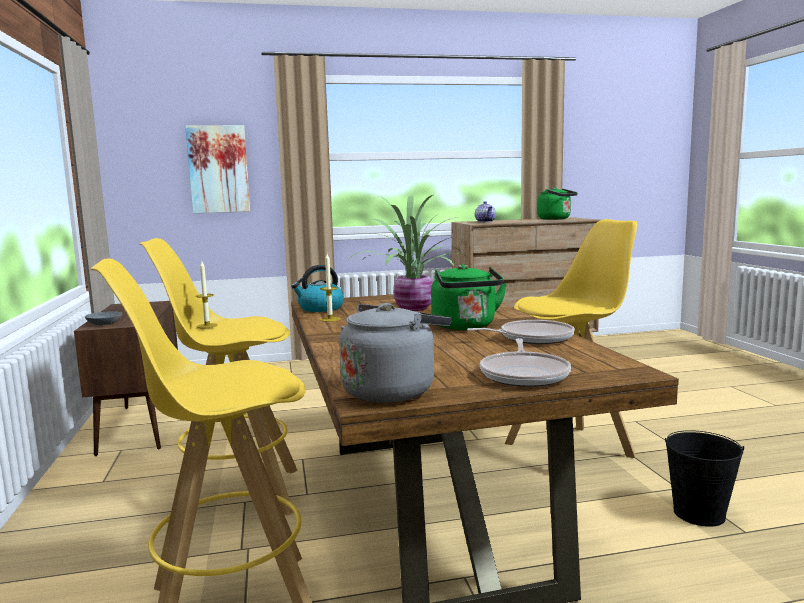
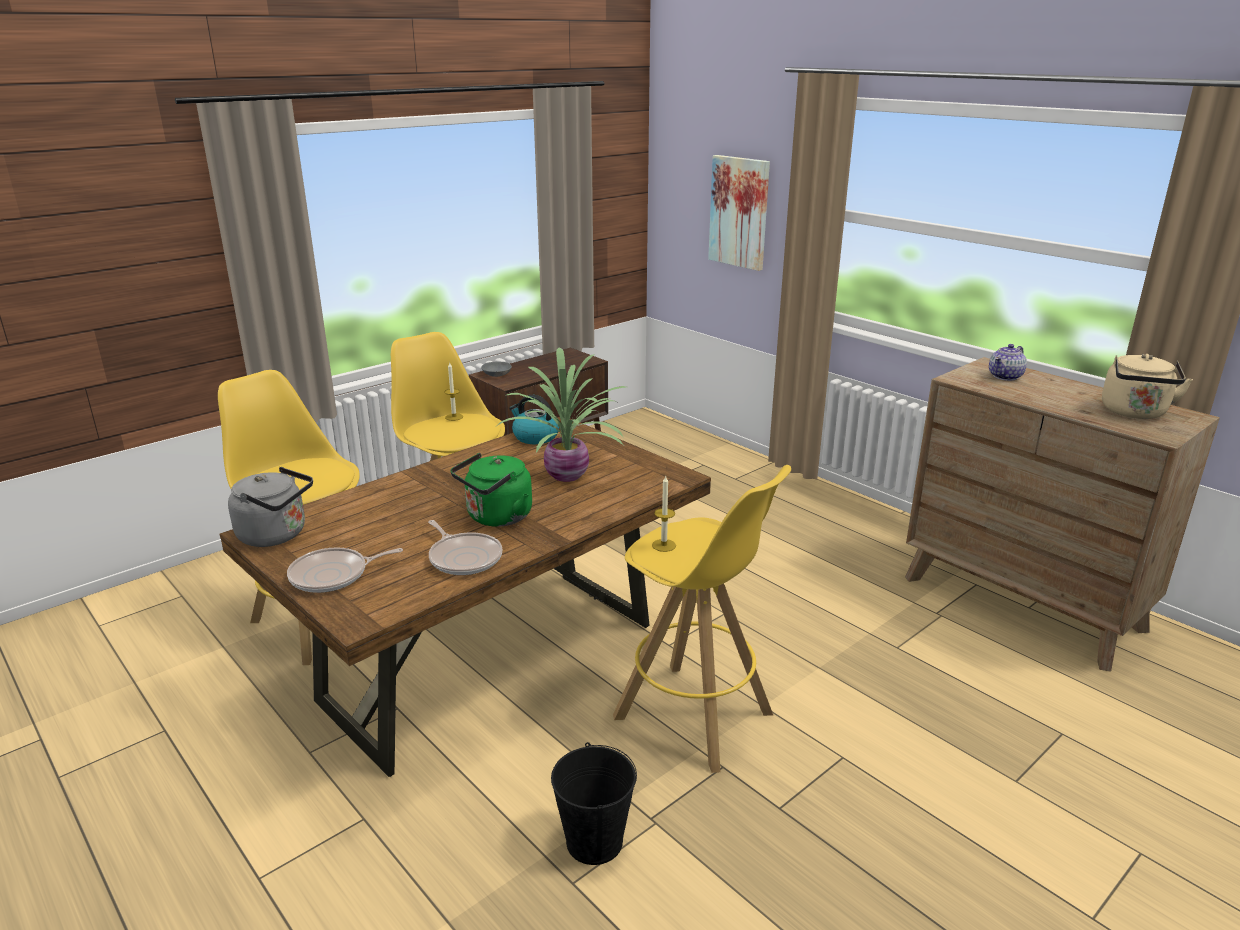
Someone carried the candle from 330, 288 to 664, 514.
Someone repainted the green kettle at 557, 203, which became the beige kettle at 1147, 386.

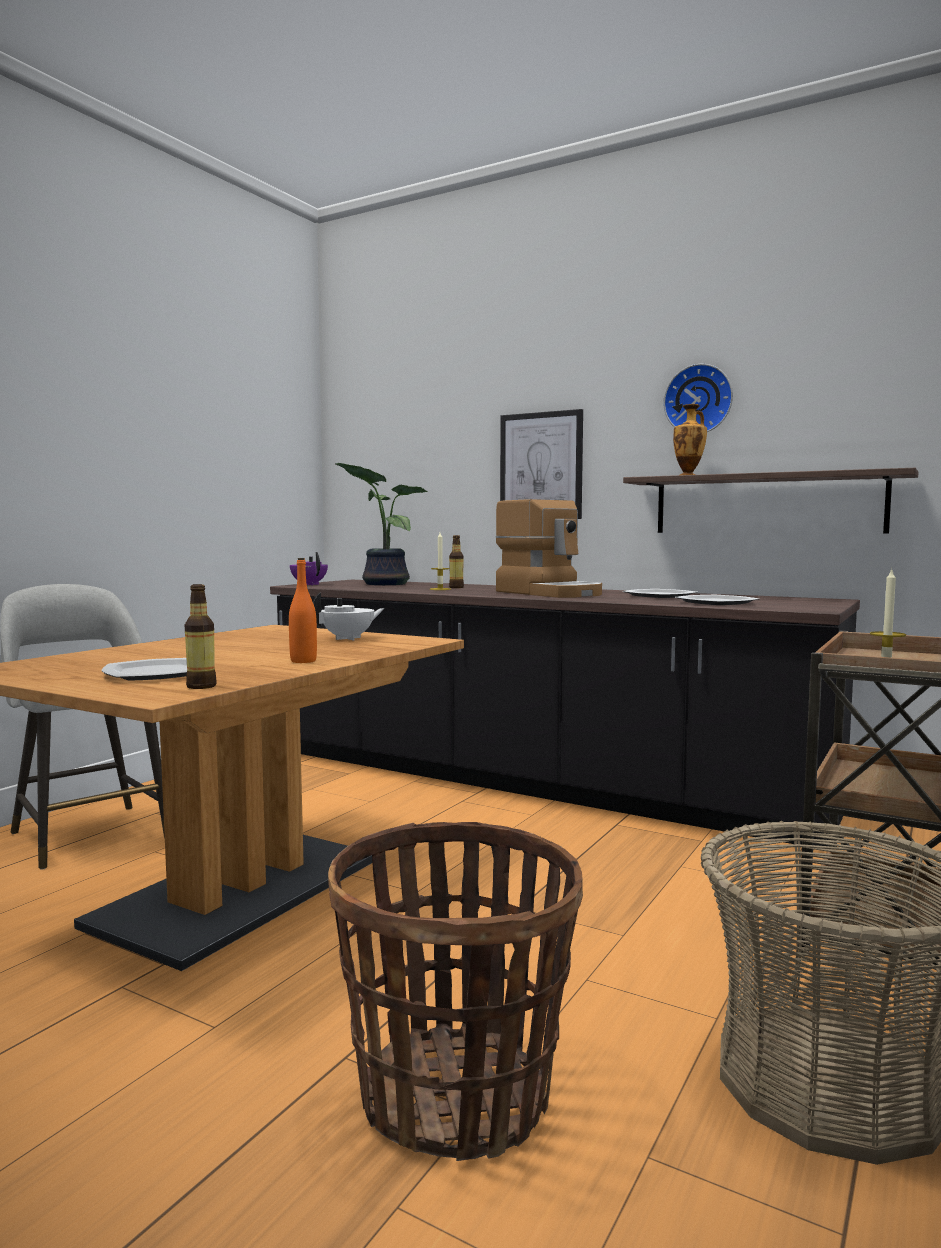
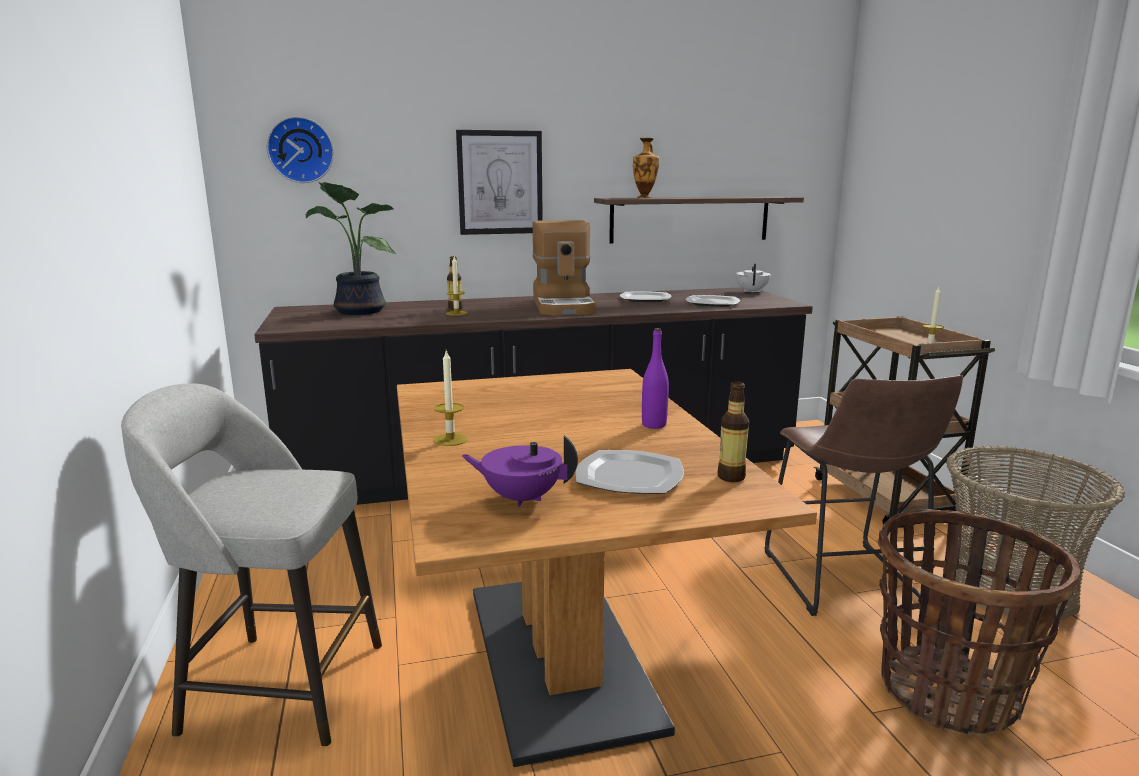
Someone repainted the orange bottle at 303, 610, which became the purple bottle at 655, 378.
Someone carried the purple teapot from 309, 568 to 519, 471.
Someone carried the white teapot from 349, 616 to 753, 278.
Someone rotated the coffee machine at 548, 548 by 75 degrees clockwise.
Someone carried the wall clock from 698, 398 to 300, 149.
Someone put down the candle at 450, 398.
Someone put down the brown stool at 863, 495.

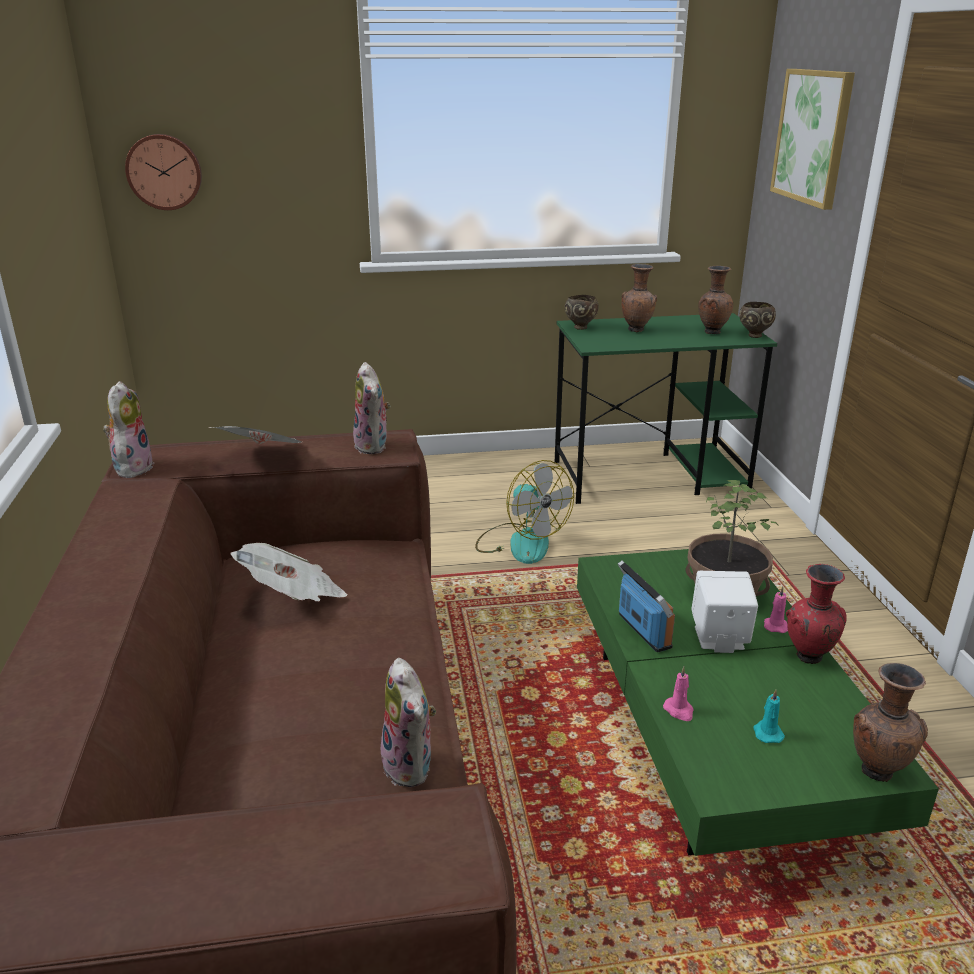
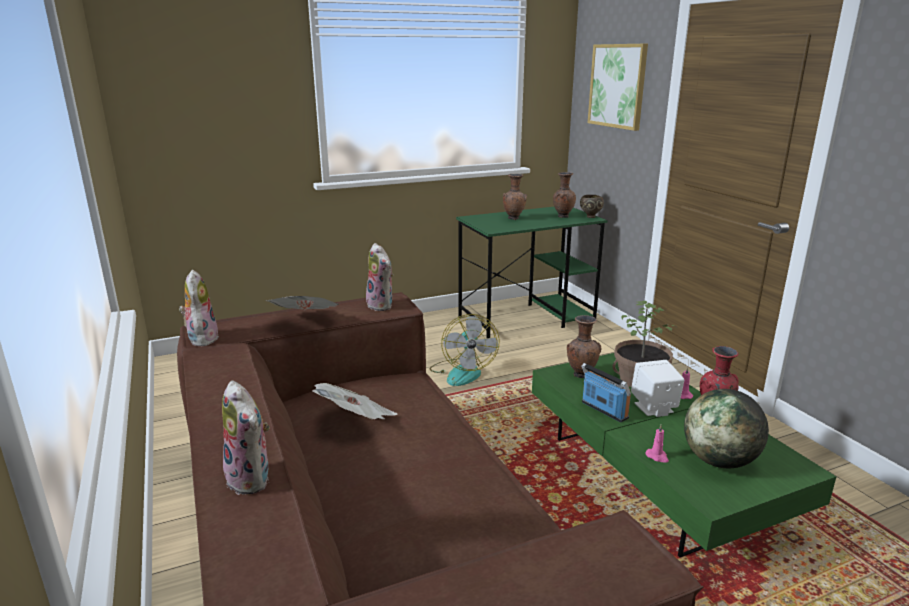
Someone took away the wall clock at 163, 172.
Someone carried the plush toy from 408, 722 to 245, 438.
Someone rotated the fan at 524, 512 by 45 degrees clockwise.
Someone took away the brown bowl at 582, 312.
Someone swapped the turquoise candle at 769, 716 for the globe at 726, 428.
Someone carried the brown vase from 890, 722 to 584, 346.

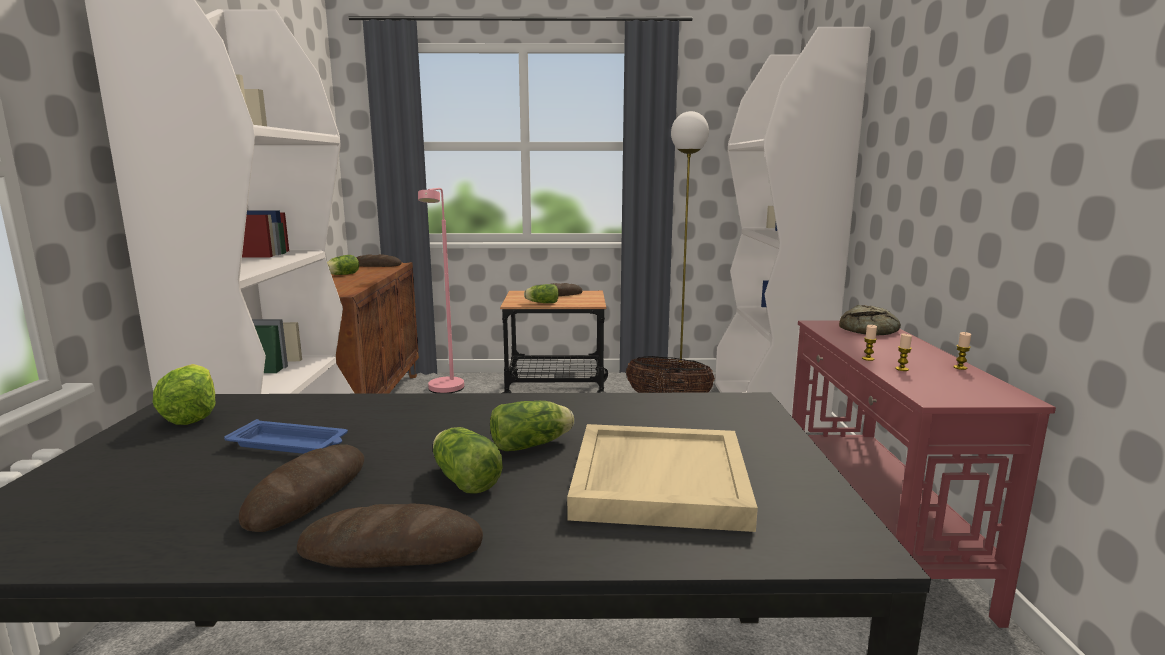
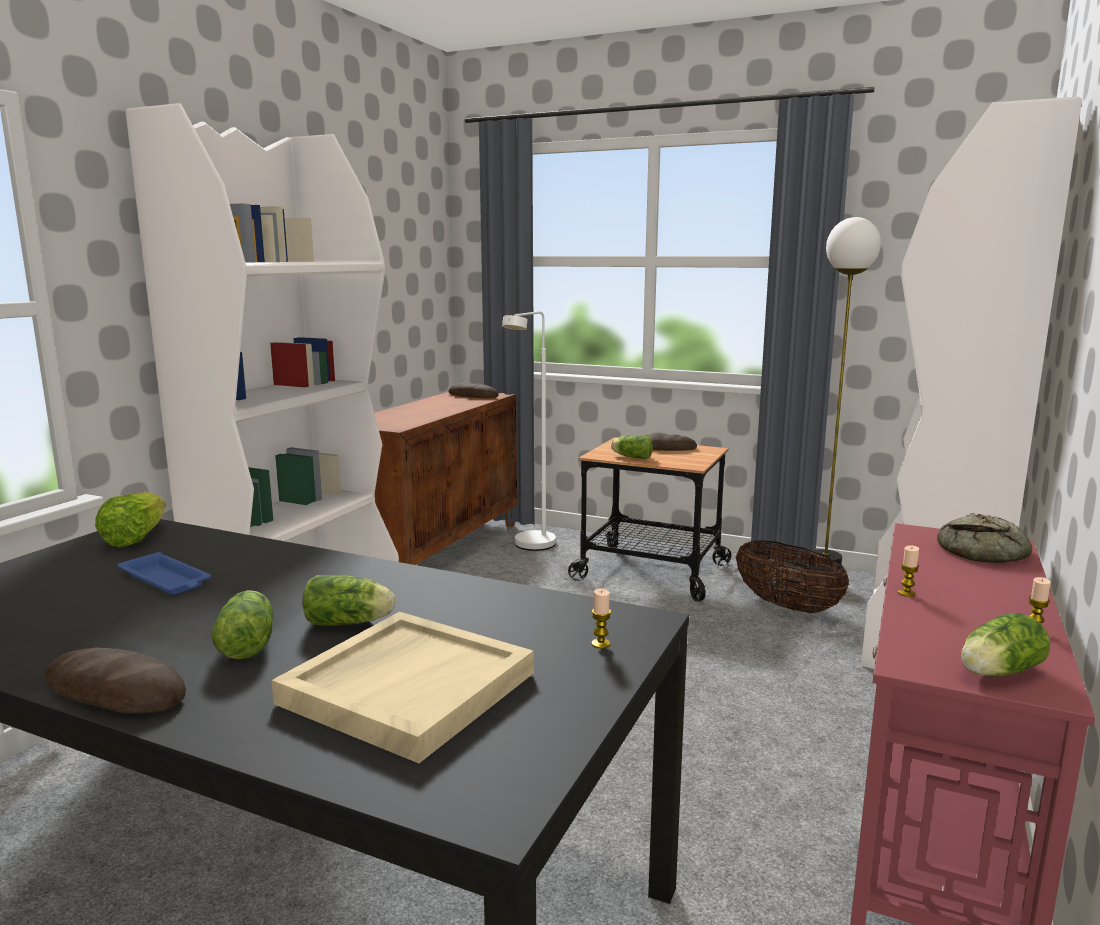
Someone took away the bread at 301, 488.
Someone carried the lettuce from 343, 265 to 1005, 645.
Someone repainted the pink floor lamp at 441, 290, which became the white floor lamp at 529, 431.
Someone carried the candle from 903, 352 to 601, 618.

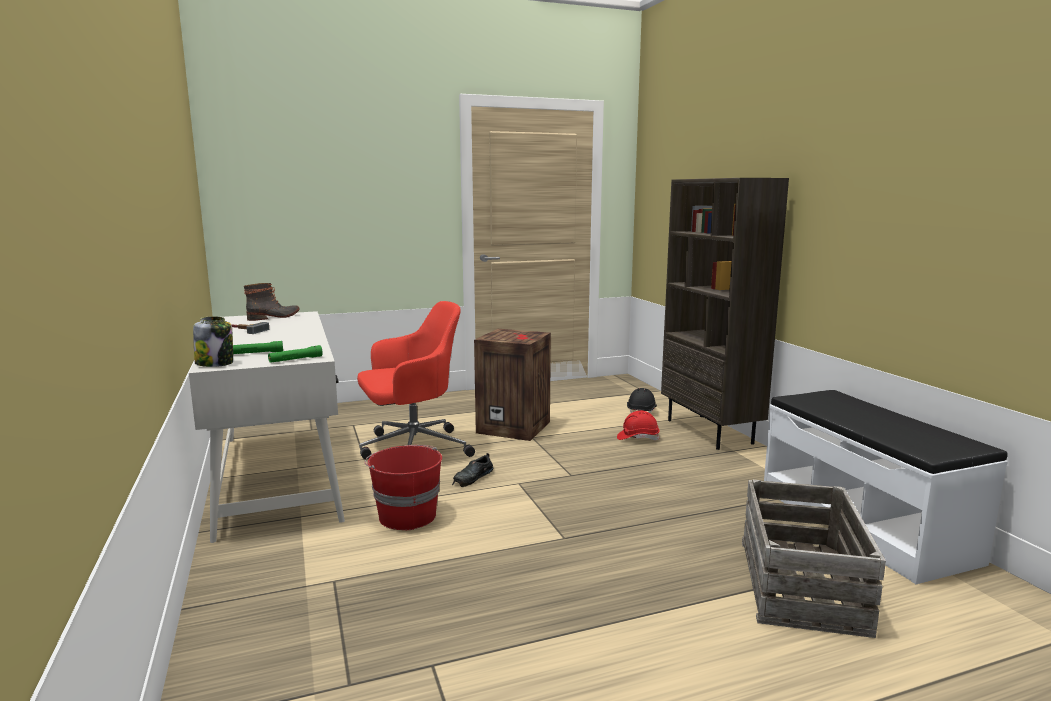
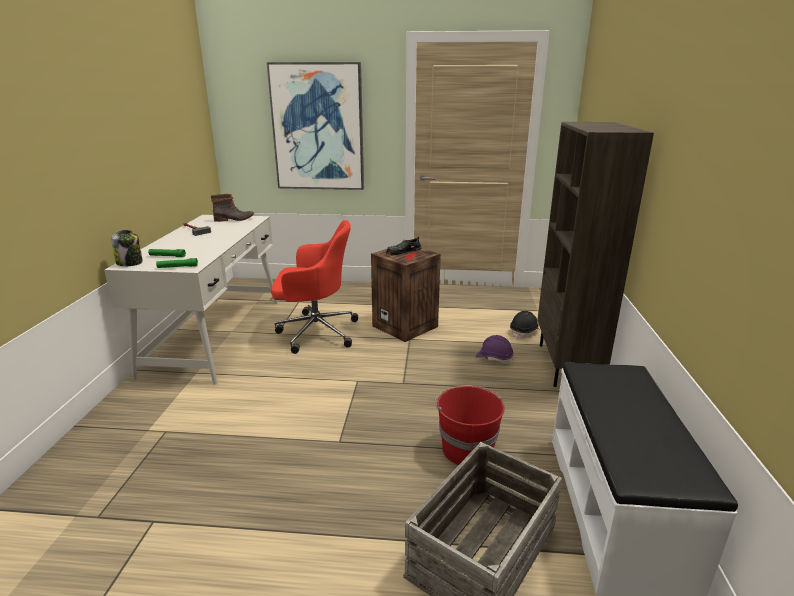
Someone carried the red bucket from 403, 487 to 470, 425.
Someone carried the black shoe from 473, 470 to 404, 245.
Someone repainted the red hard hat at 638, 425, which became the purple hard hat at 495, 349.
Someone put up the picture at 315, 126.

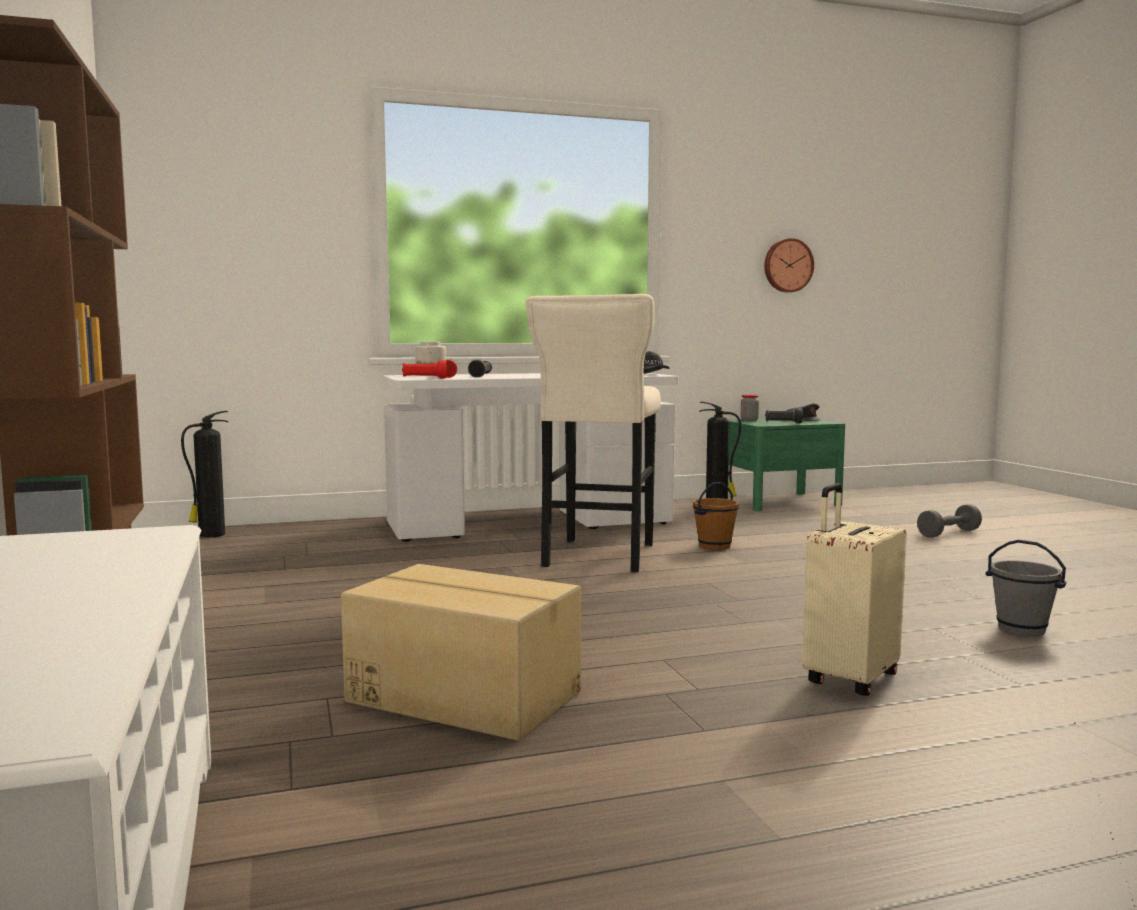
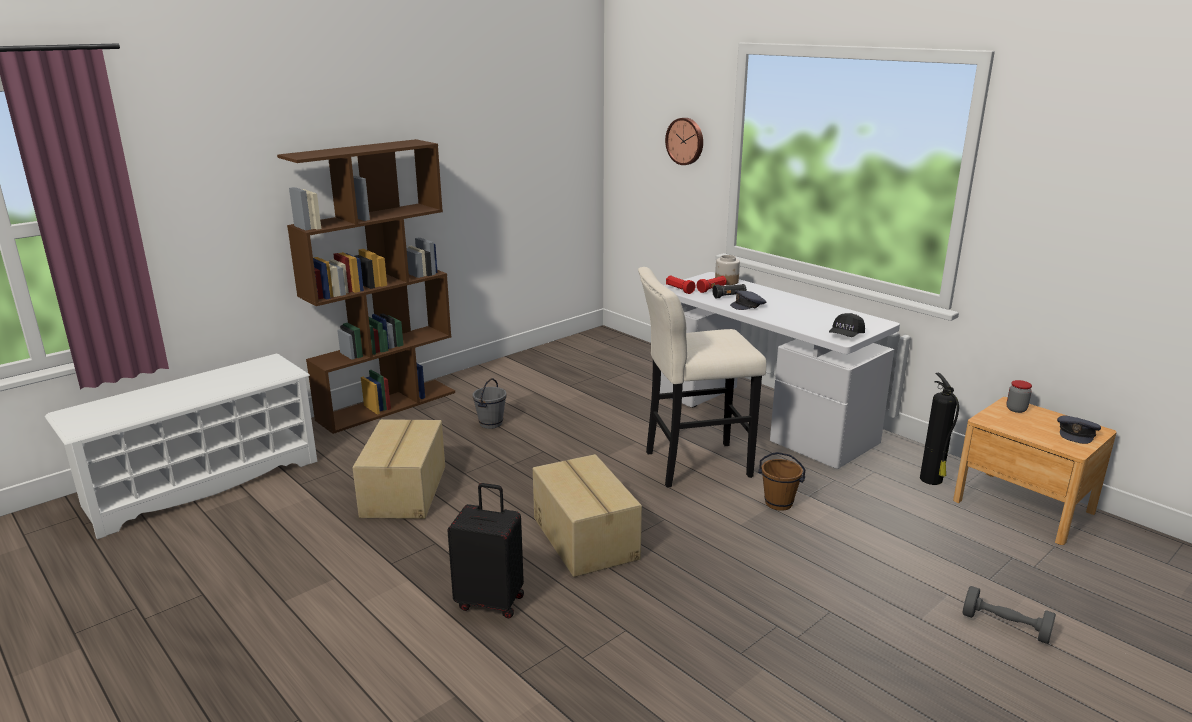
Someone took away the fire extinguisher at 205, 474.
Someone repainted the green nightstand at 786, 464, which became the brown nightstand at 1035, 471.
Someone carried the wall clock from 789, 265 to 684, 141.
Someone took away the black flashlight at 784, 415.
Someone repainted the beige suitcase at 854, 589, which became the black suitcase at 485, 550.
Someone carried the grey bucket from 1026, 588 to 489, 403.
Someone put down the cardboard box at 587, 515.
Someone put down the grey cap at 748, 300.

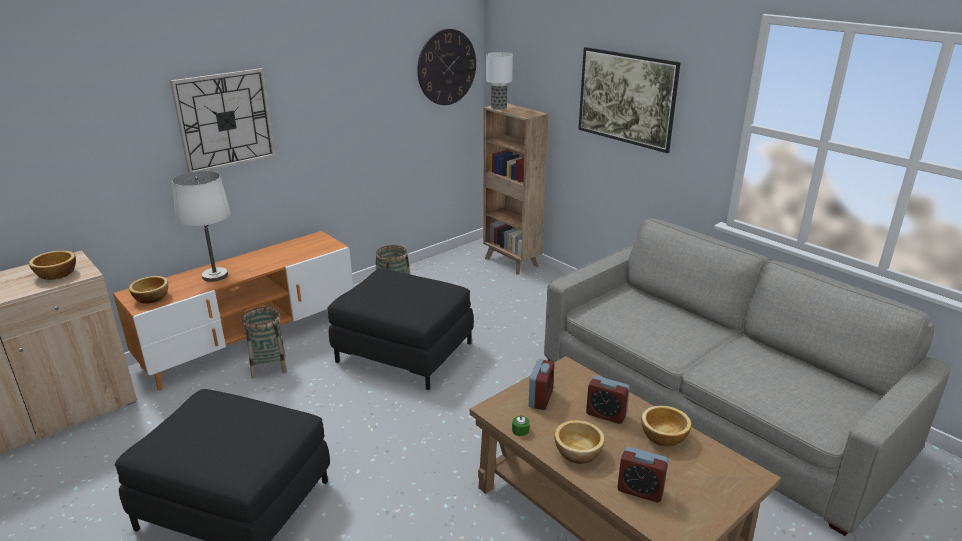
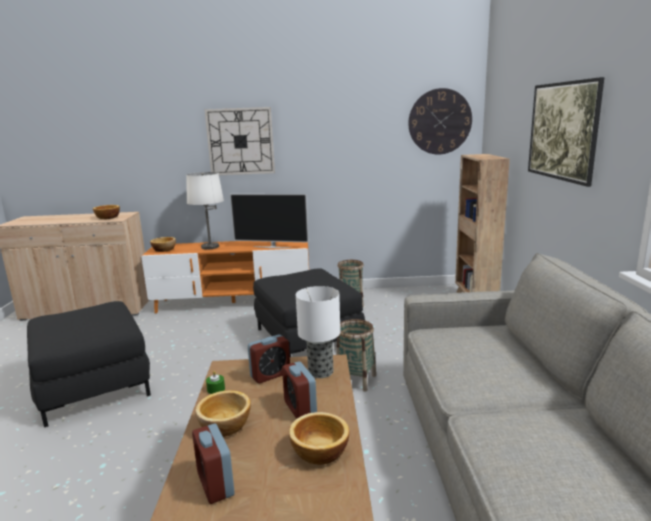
Someone carried the basket from 264, 342 to 356, 355.
Someone carried the table lamp from 499, 81 to 318, 332.
Someone put down the television at 269, 221.

